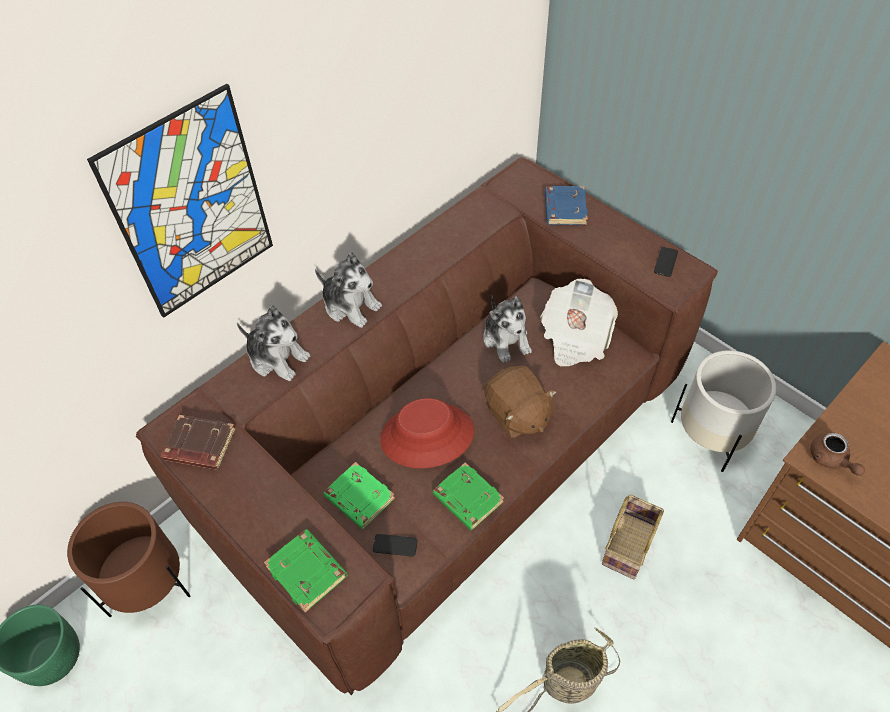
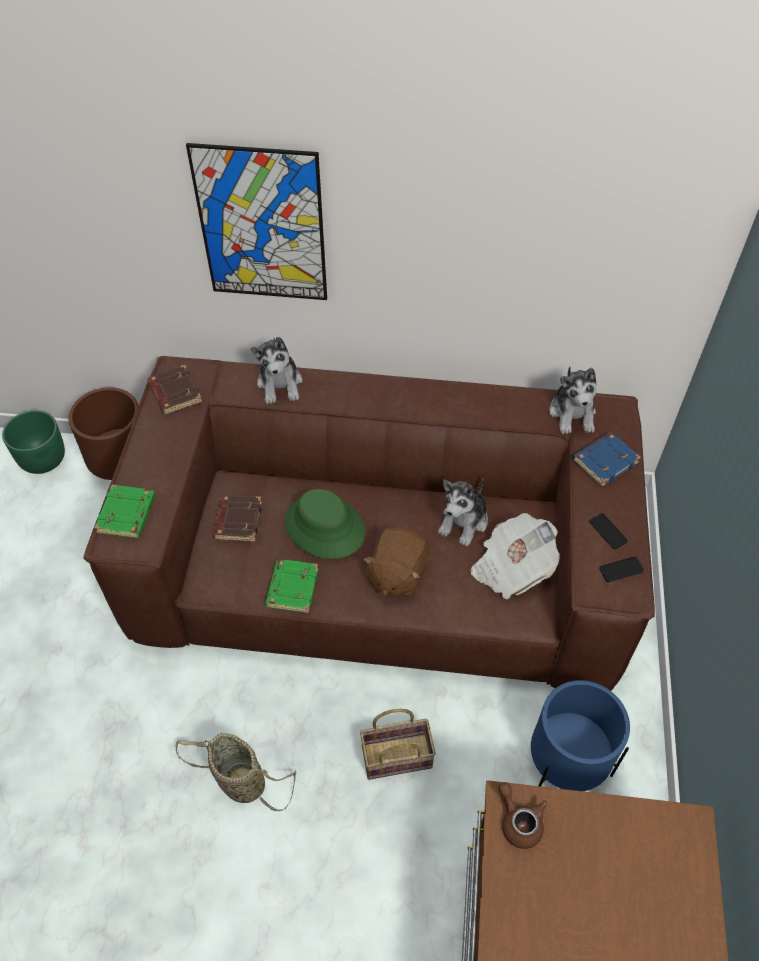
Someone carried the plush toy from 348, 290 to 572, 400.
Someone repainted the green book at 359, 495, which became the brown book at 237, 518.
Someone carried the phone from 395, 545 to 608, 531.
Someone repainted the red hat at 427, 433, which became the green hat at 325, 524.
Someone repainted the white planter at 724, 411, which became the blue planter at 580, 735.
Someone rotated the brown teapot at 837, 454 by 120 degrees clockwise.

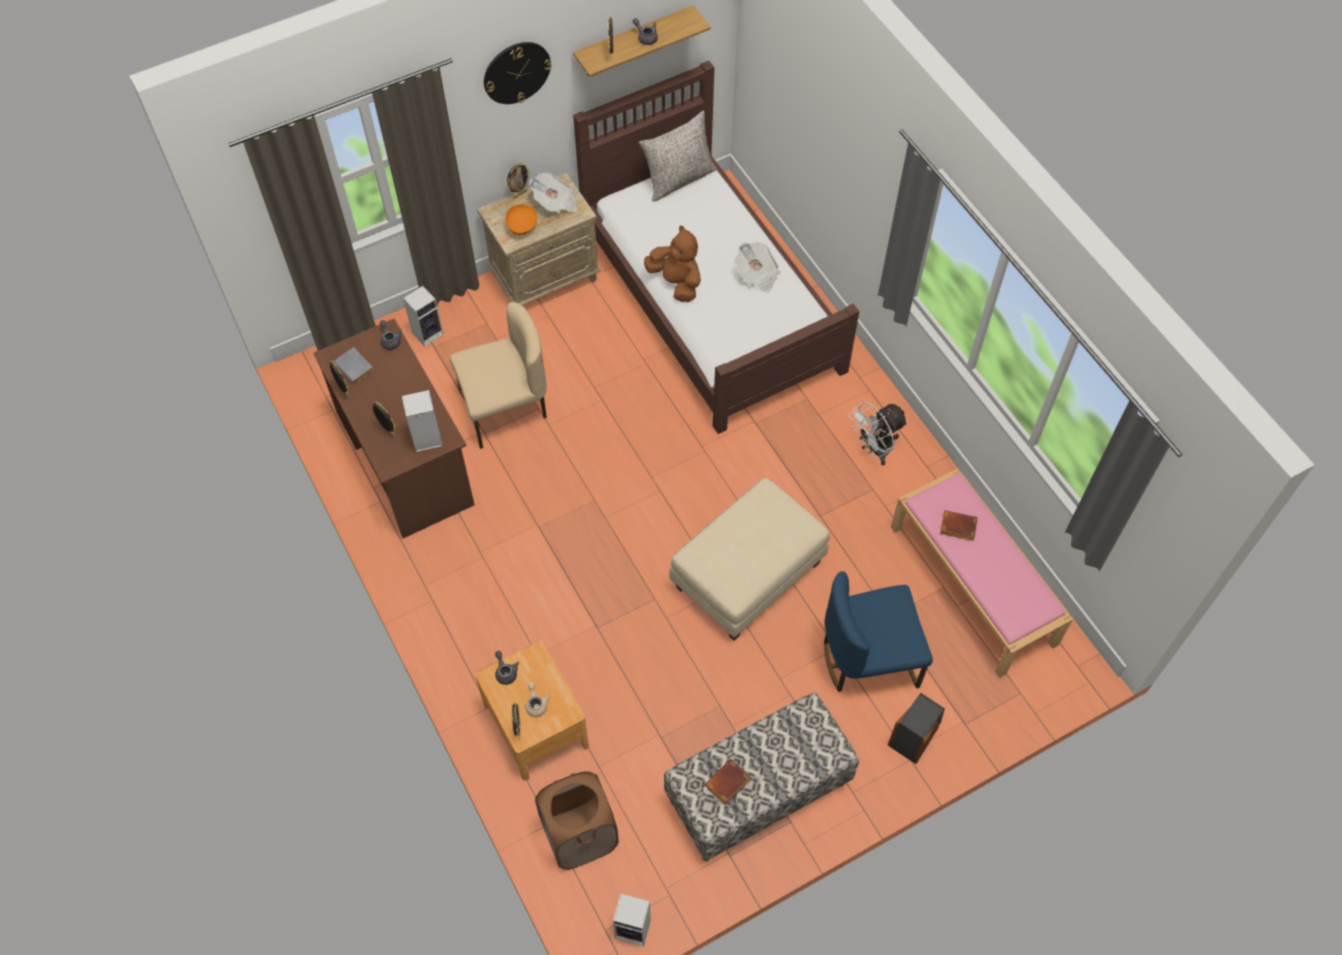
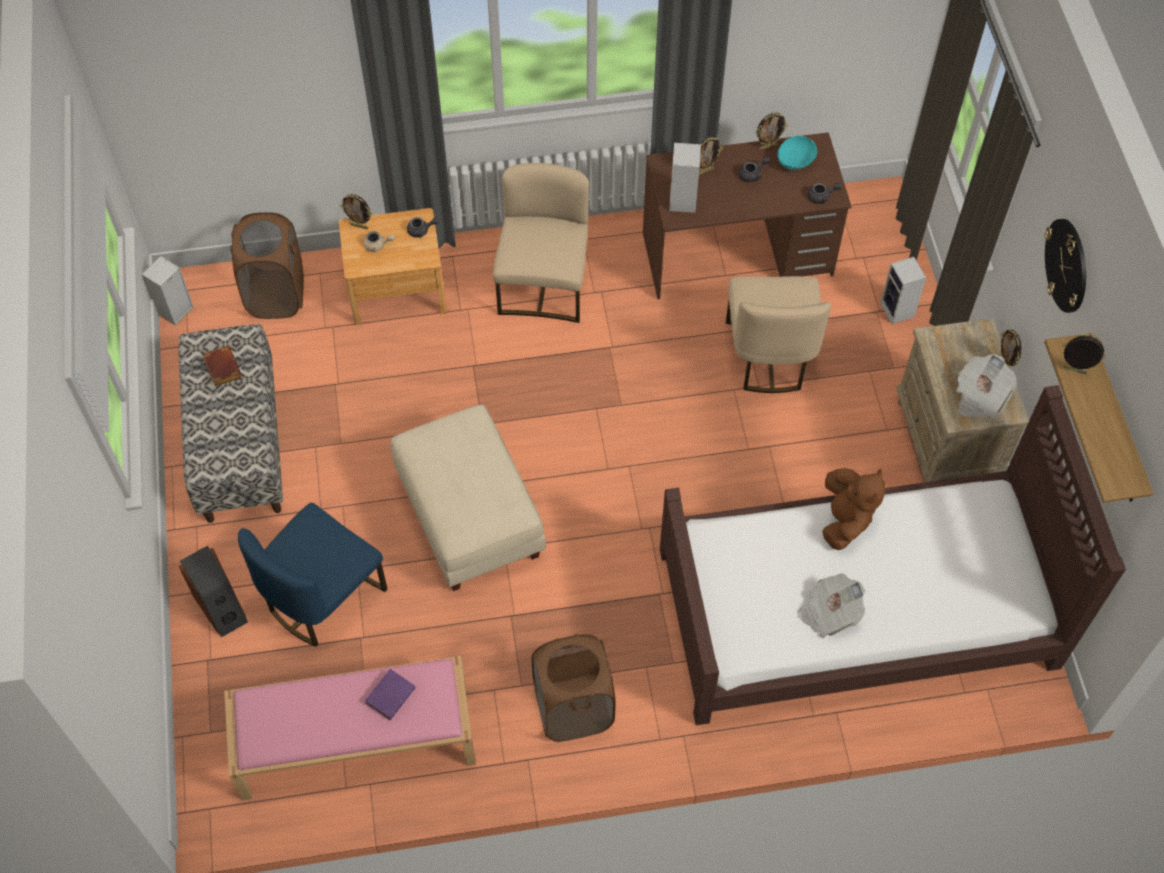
Someone swapped the grey book at 354, 365 for the turquoise bowl at 797, 153.
Someone took away the orange bowl at 521, 219.
Someone carried the grey teapot from 645, 31 to 754, 169.
Someone took away the grey pillow at 678, 156.
Someone rotated the brown plush toy at 672, 263 by 60 degrees counterclockwise.
Someone rotated the blue chair at 878, 631 by 150 degrees counterclockwise.
Someone swapped the white fan at 878, 434 for the brown laundry basket at 574, 688.
Someone repainted the brown book at 959, 525, which became the purple book at 390, 694.
Someone put down the beige chair at 541, 243.

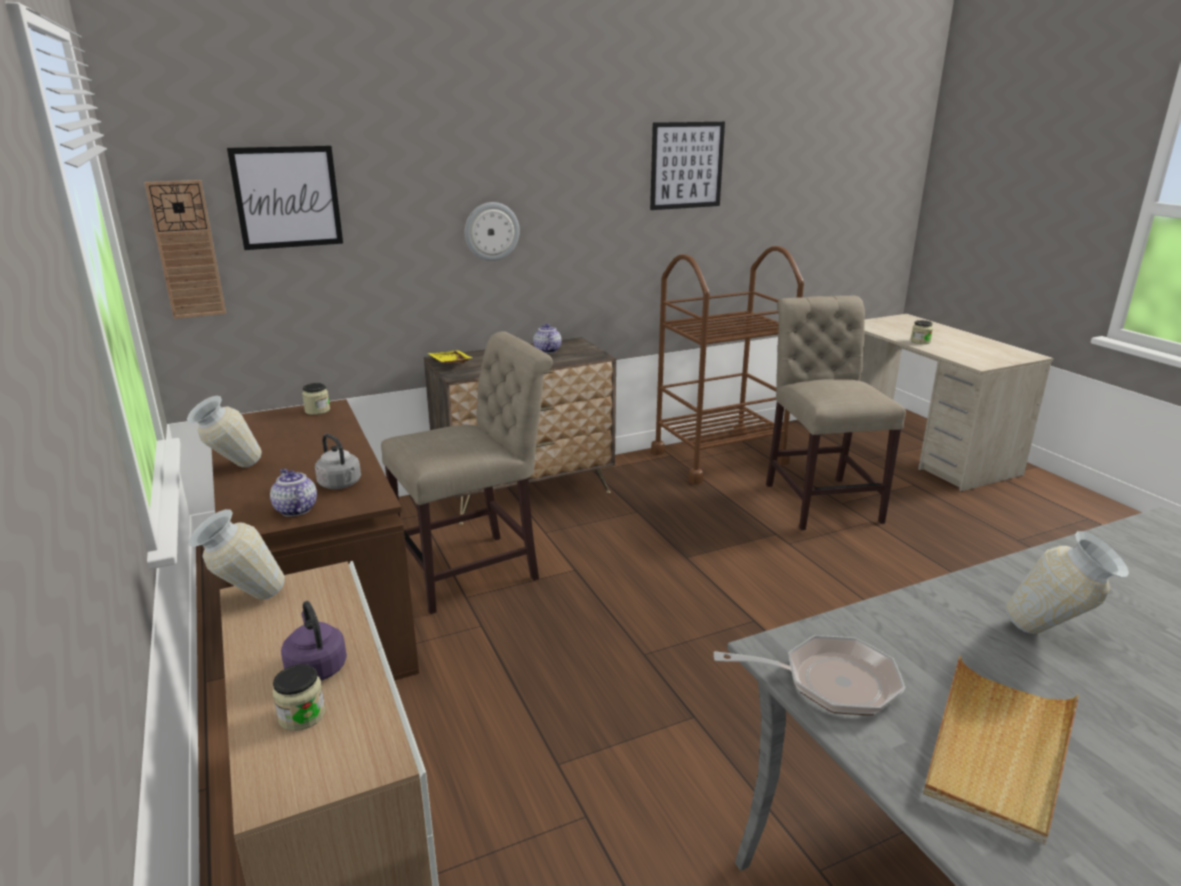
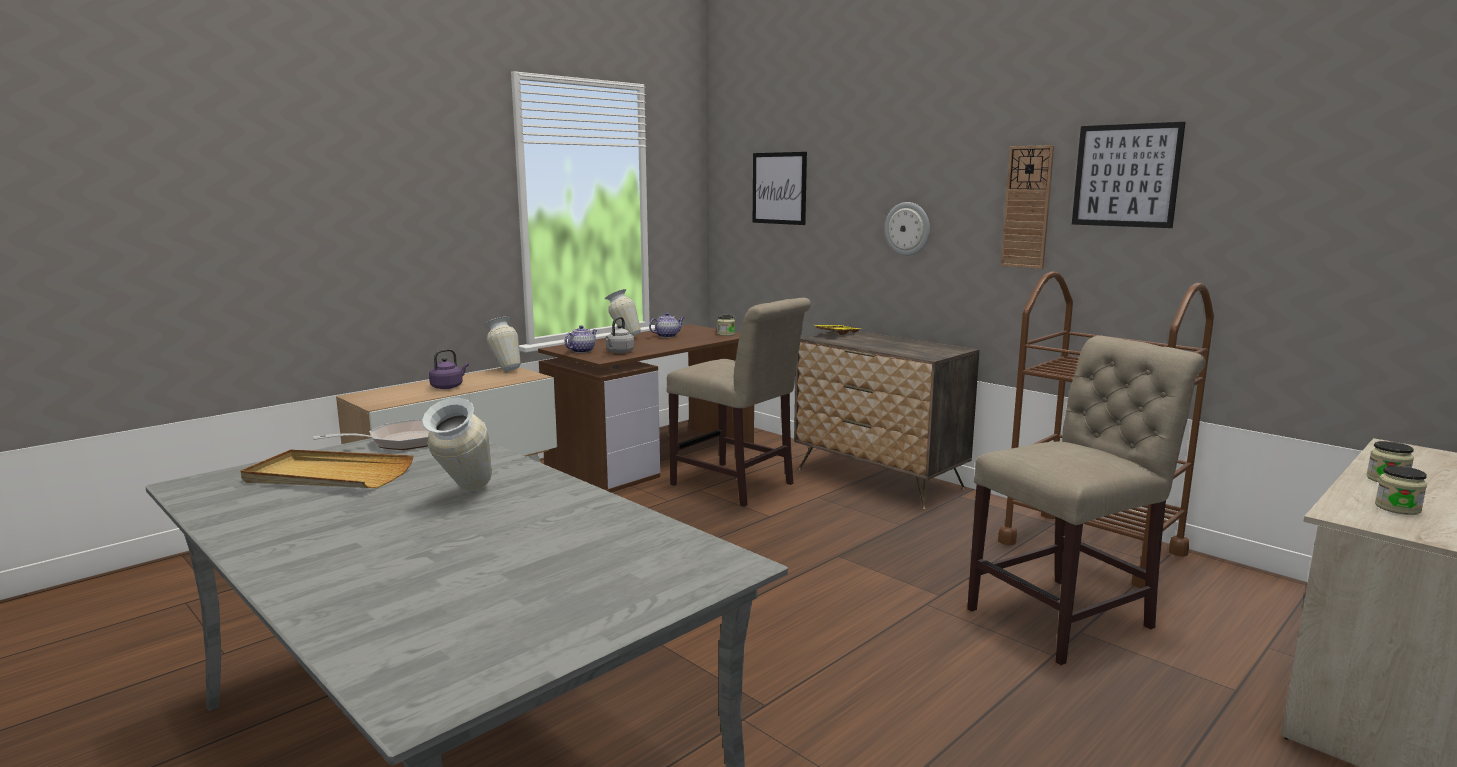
Someone carried the wall clock from 185, 249 to 1027, 207.
Someone carried the jar from 299, 697 to 1401, 490.
Someone carried the teapot from 547, 338 to 667, 325.
Someone rotated the frying pan at 810, 675 by 105 degrees counterclockwise.

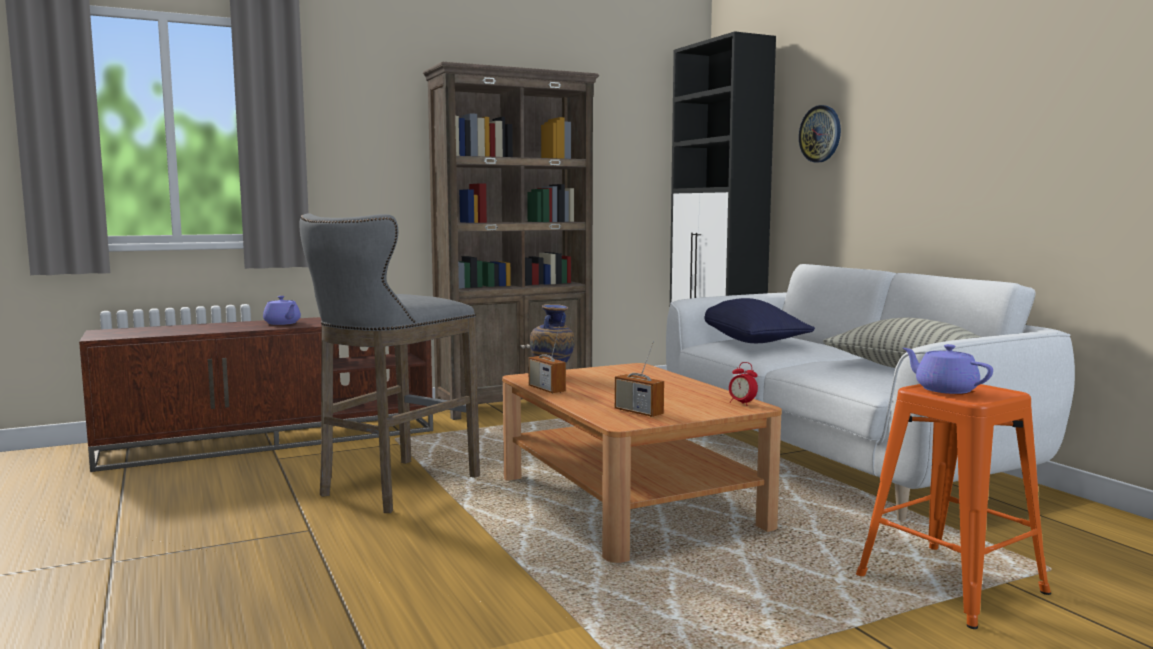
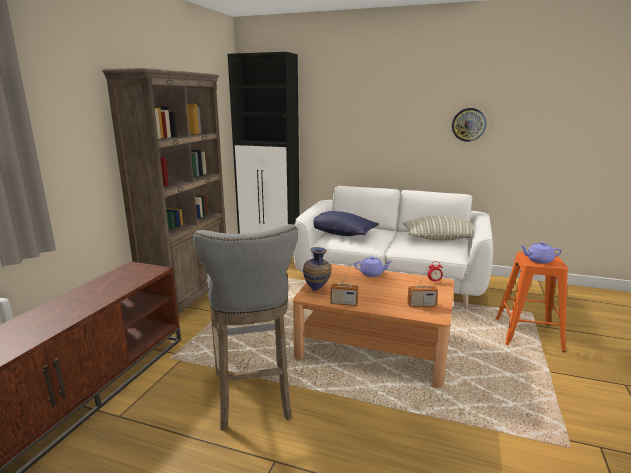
Someone carried the purple teapot from 282, 310 to 373, 266.
Someone carried the wall clock from 820, 134 to 469, 125.

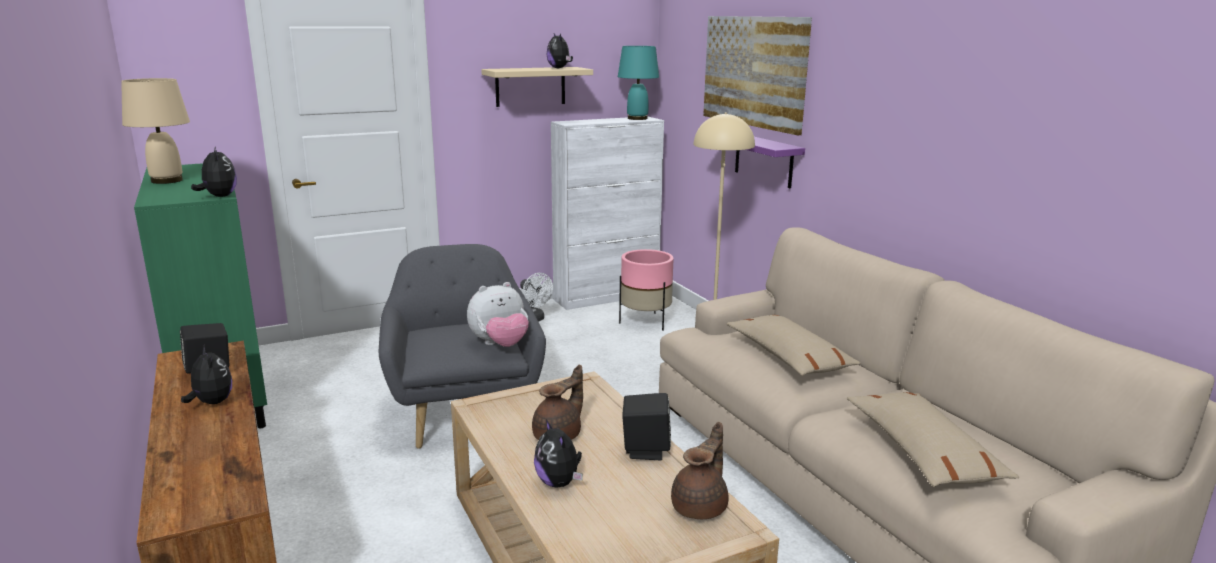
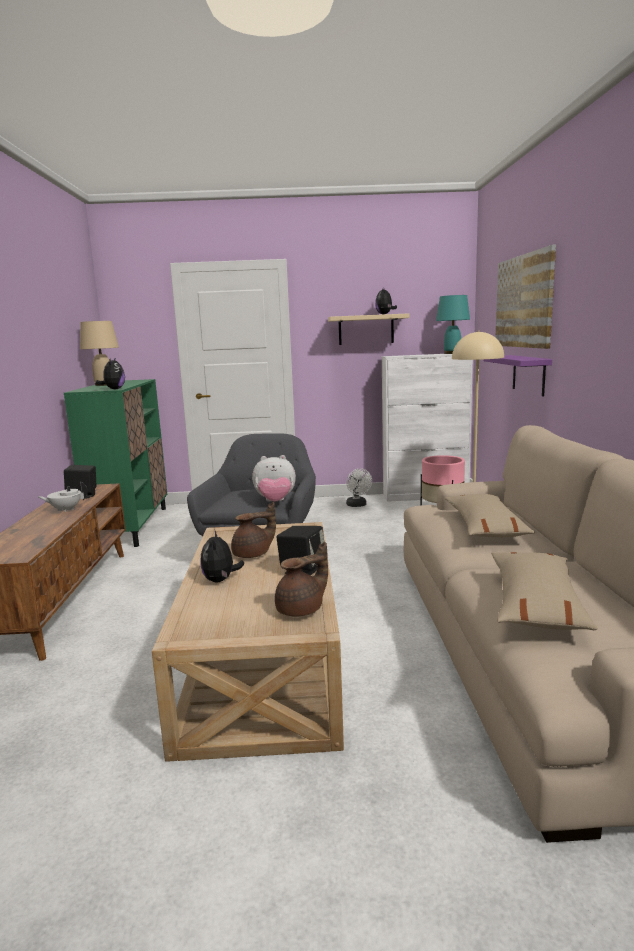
Someone swapped the plush toy at 206, 375 for the white teapot at 63, 496.

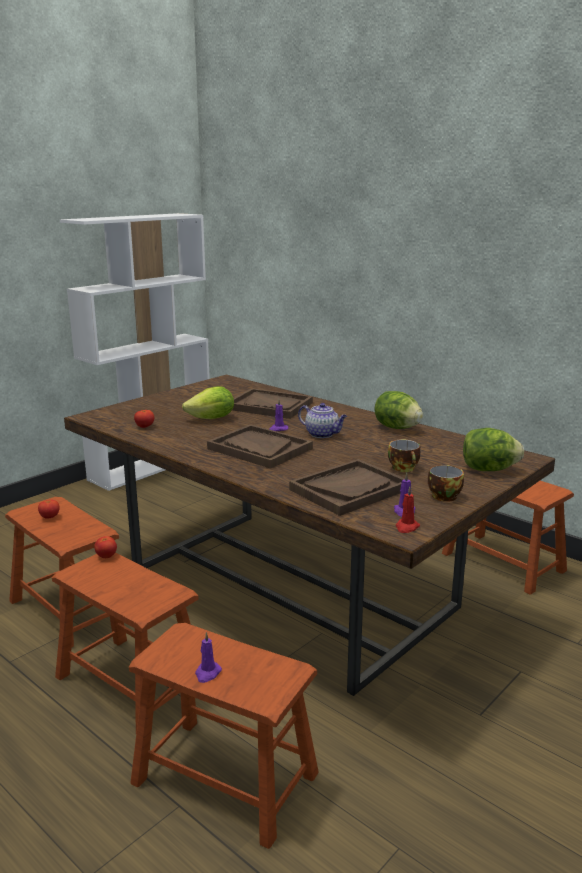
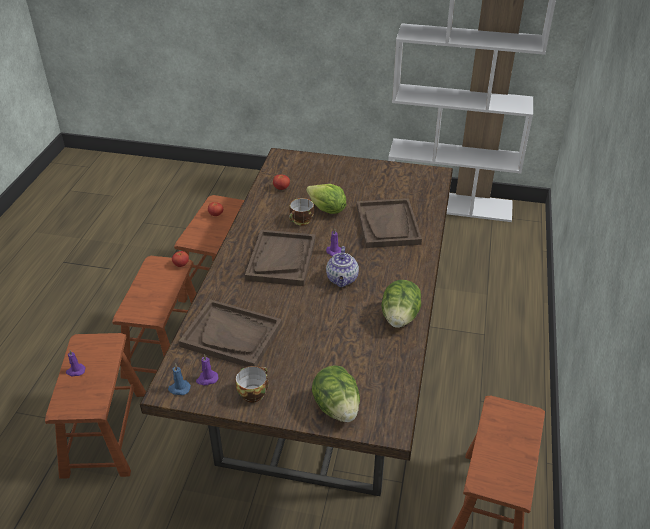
Someone carried the cup from 404, 456 to 301, 212.
Someone repainted the red candle at 408, 510, which became the blue candle at 179, 379.

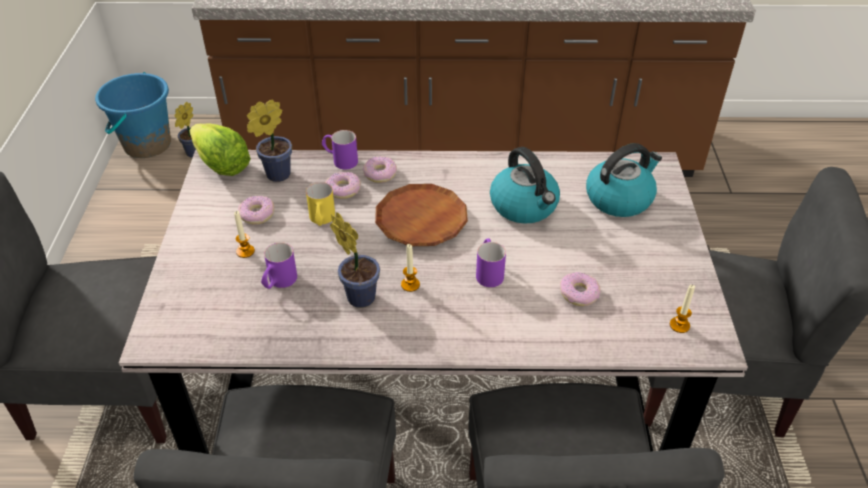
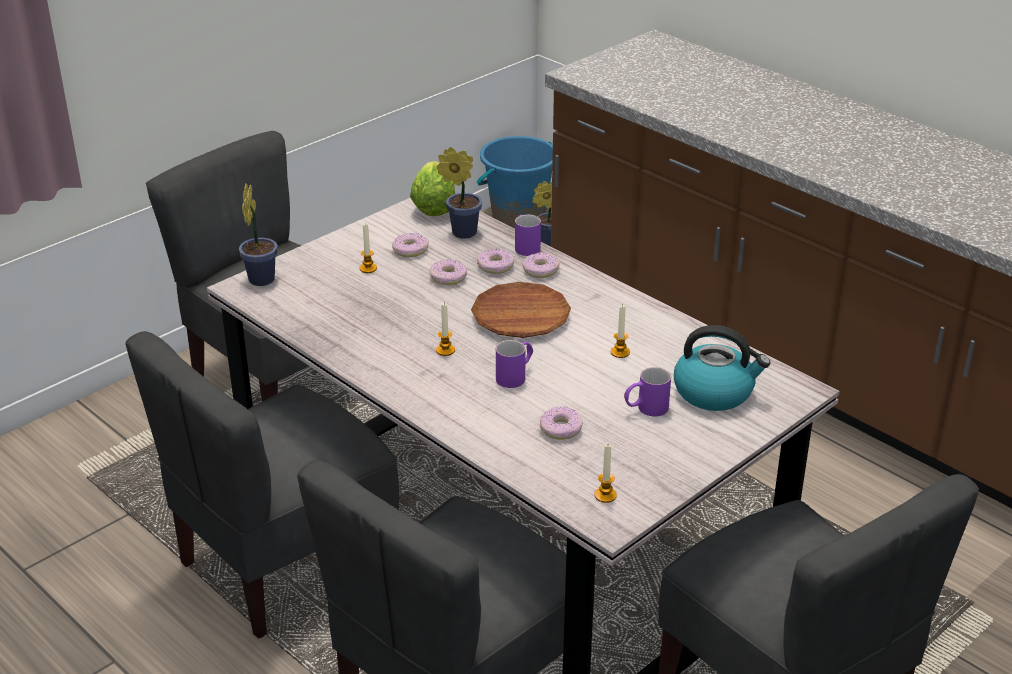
Someone carried the purple mug from 279, 265 to 647, 391.
Someone swapped the yellow mug at 320, 204 for the donut at 448, 272.
Someone carried the potted plant from 355, 260 to 258, 234.
Someone swapped the kettle at 525, 185 for the candle at 620, 331.

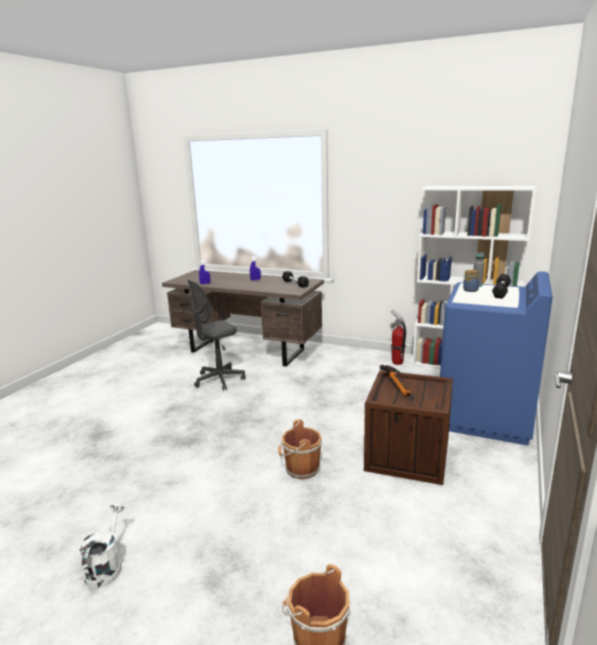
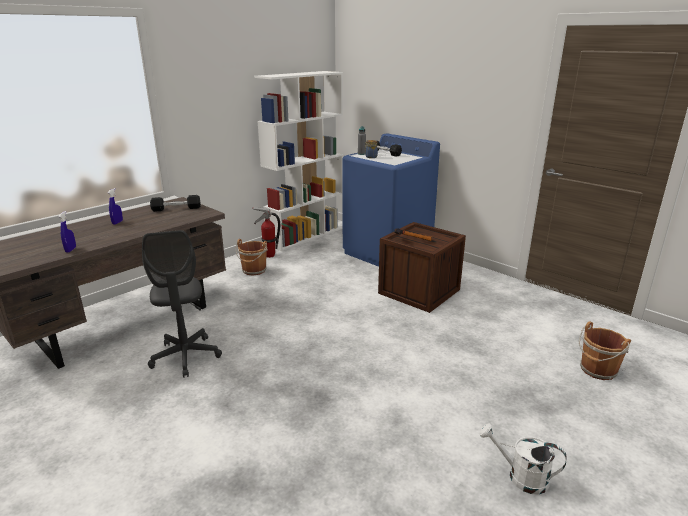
Someone carried the brown bucket from 300, 449 to 252, 257.

